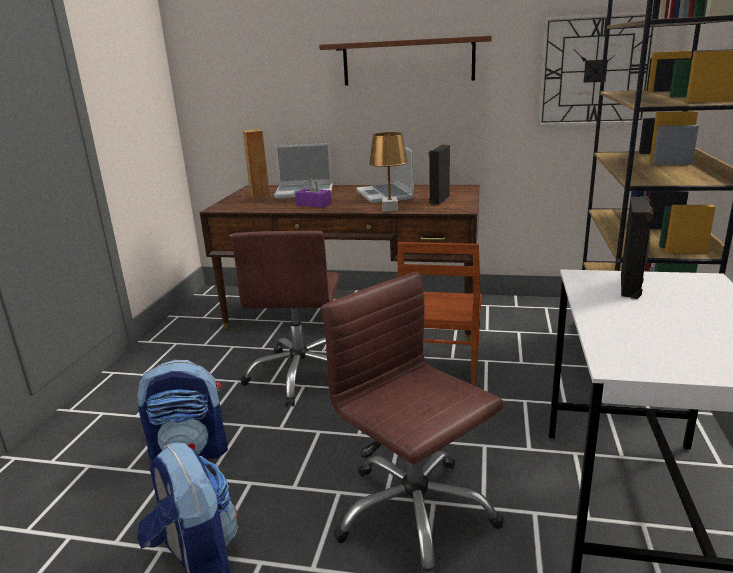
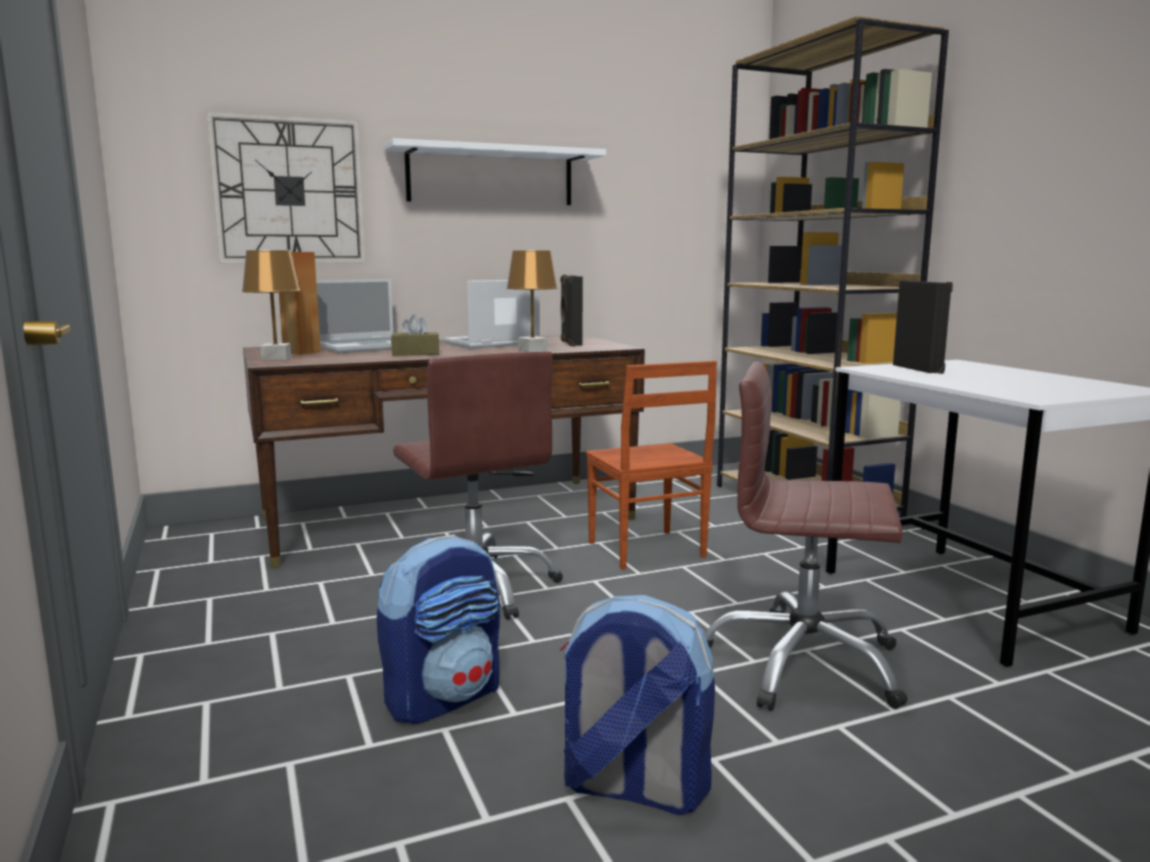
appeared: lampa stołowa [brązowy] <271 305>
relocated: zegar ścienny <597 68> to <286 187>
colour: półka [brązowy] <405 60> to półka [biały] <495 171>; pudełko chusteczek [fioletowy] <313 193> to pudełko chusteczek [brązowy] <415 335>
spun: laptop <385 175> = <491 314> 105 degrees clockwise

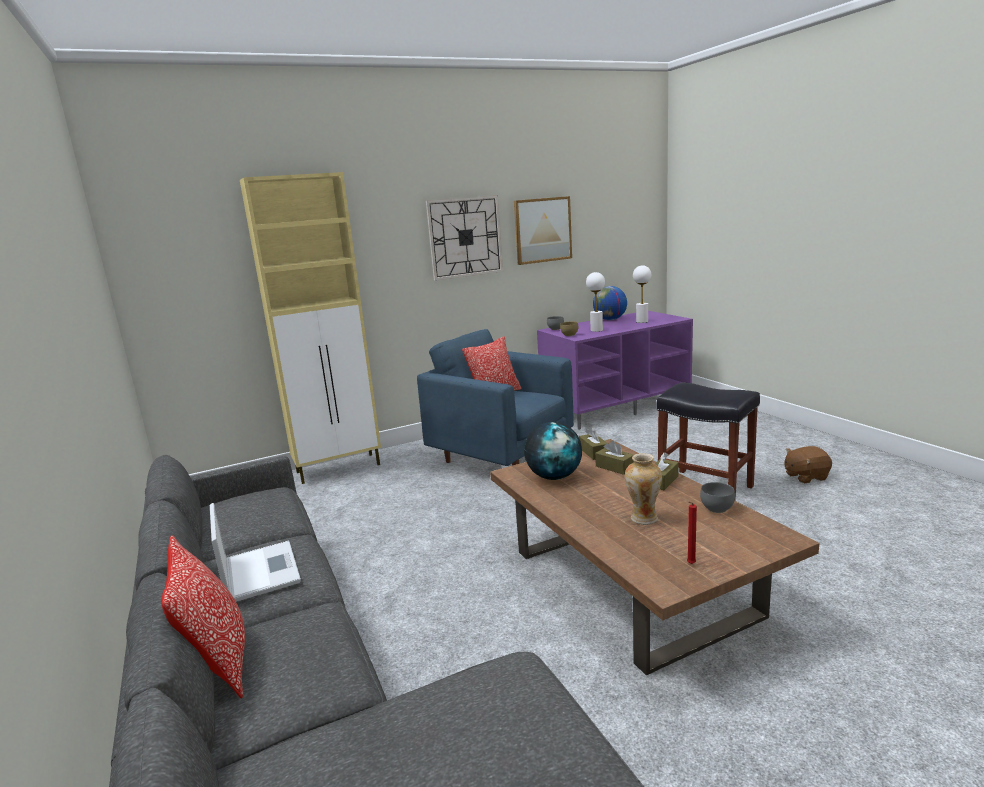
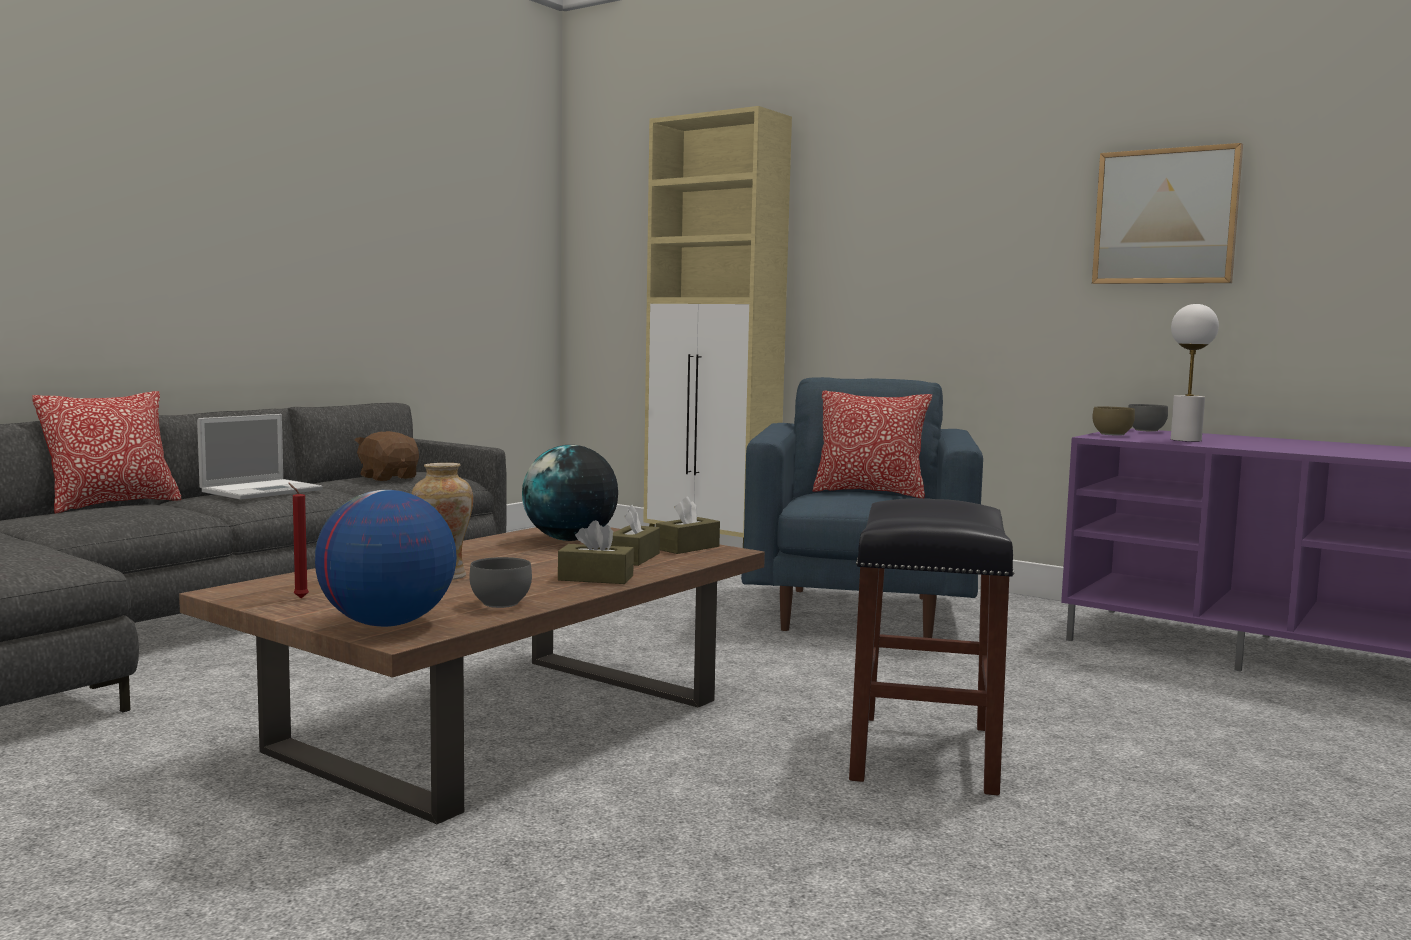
missing: zegar ścienny <464 238>; lampa stołowa [biały] <642 294>
relocated: globus <610 303> to <385 558>; pluszak [brązowy] <808 464> to <387 456>

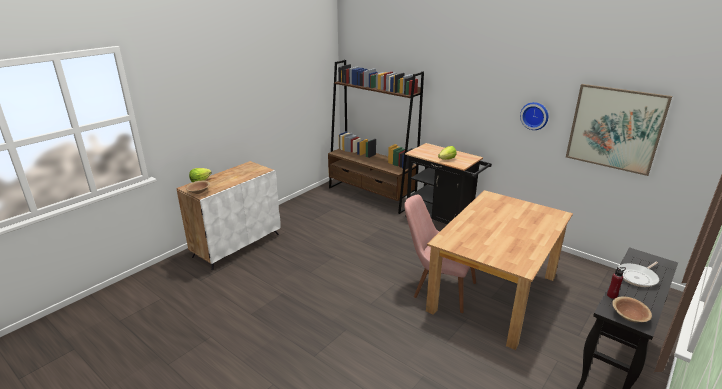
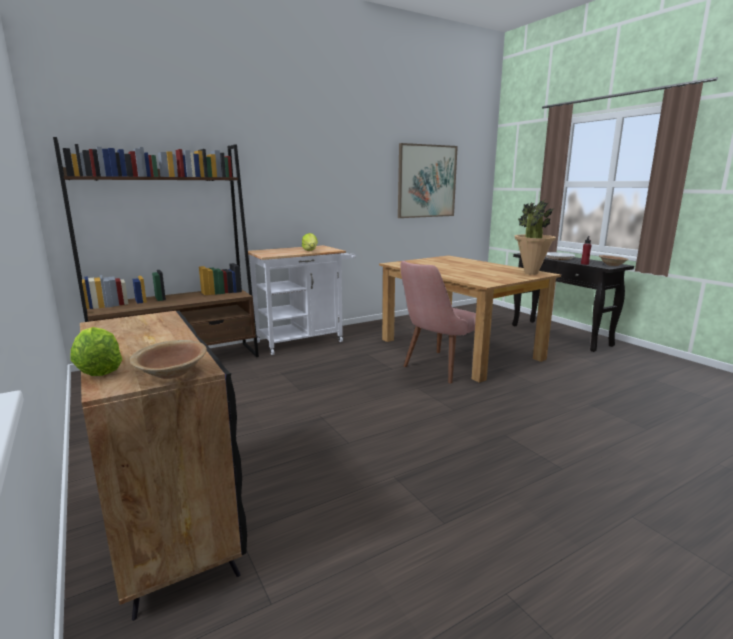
missing: zegar ścienny <534 116>
appeared: roślina doniczkowa <535 237>
colour: szafka [biały] <228 215> to szafka [czarny] <163 466>; wózek [czarny] <448 184> to wózek [biały] <301 300>

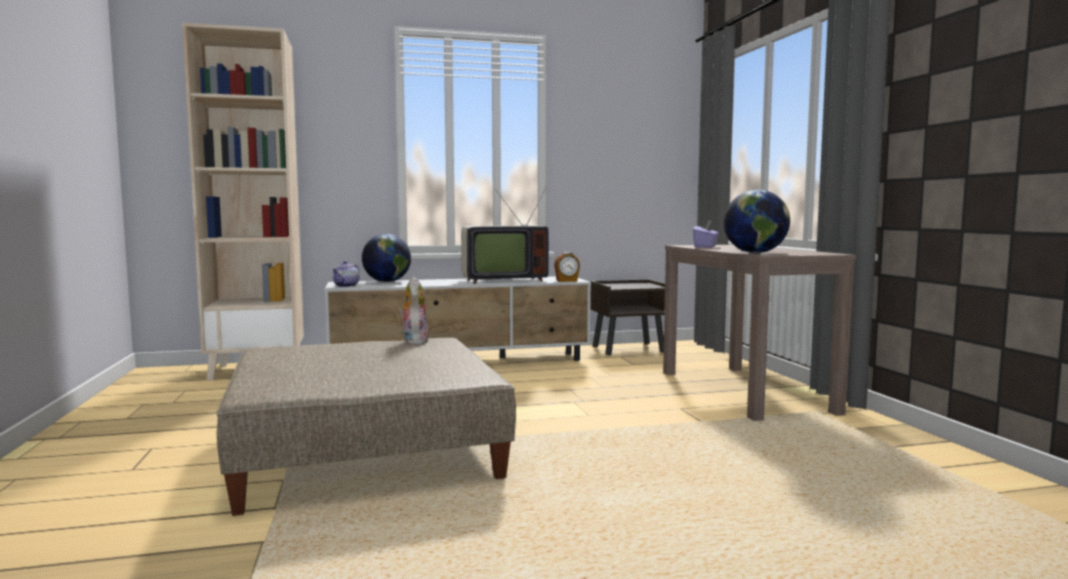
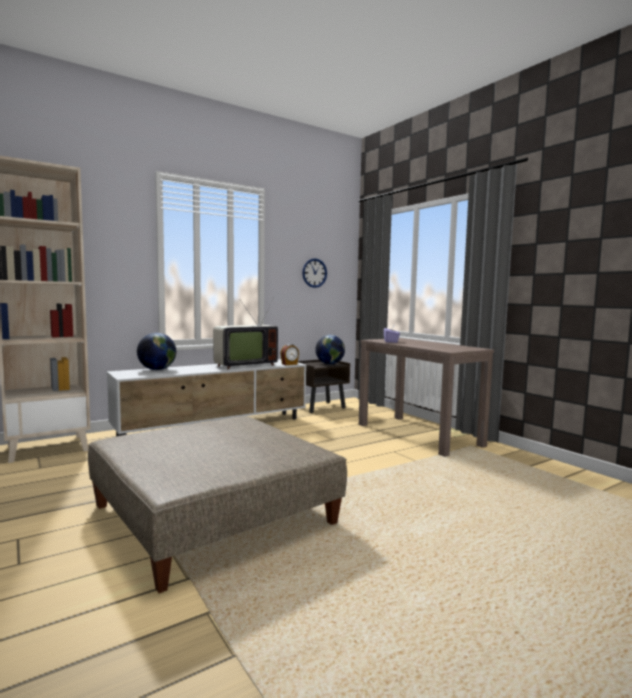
missing: imbryk <346 274>; pluszak <413 311>
appeared: zegar ścienny <314 273>
relocated: globus <757 221> to <330 349>

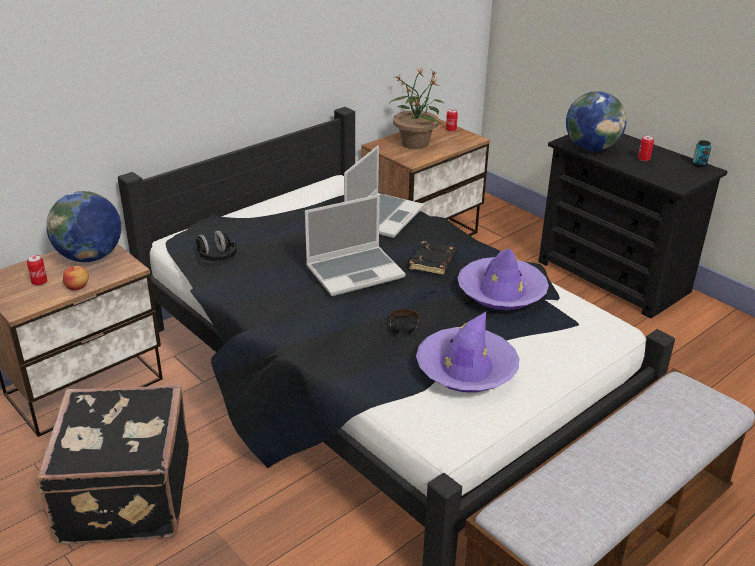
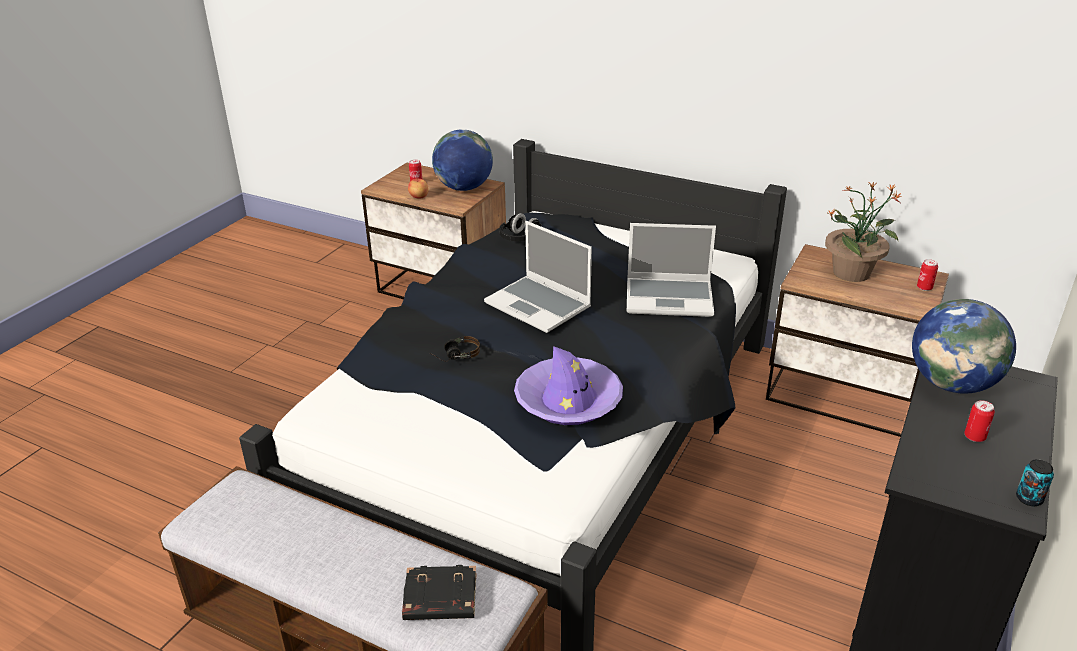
missing: walizka [czarny] <112 465>; kapelusz [fioletowy] <467 352>
relocated: książka [czarny] <433 258> to <439 592>

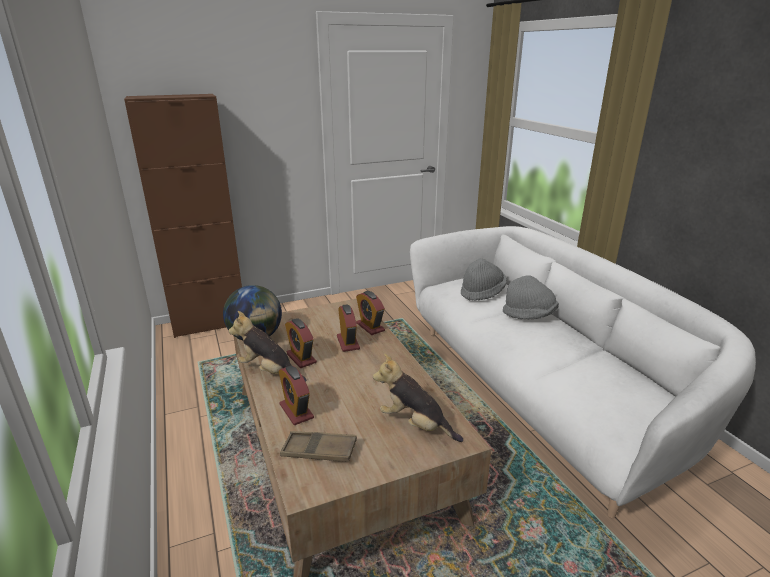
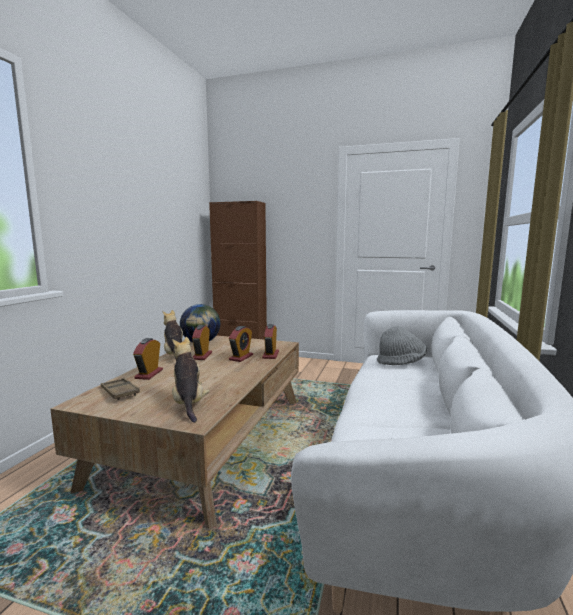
missing: kapelusz [szary] <531 297>

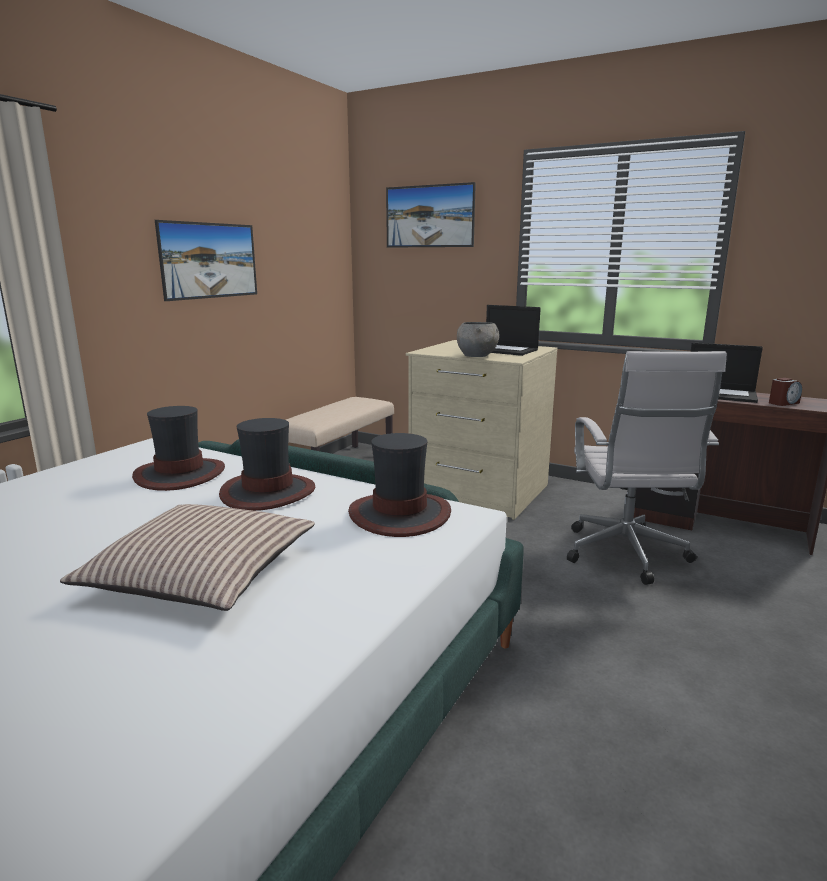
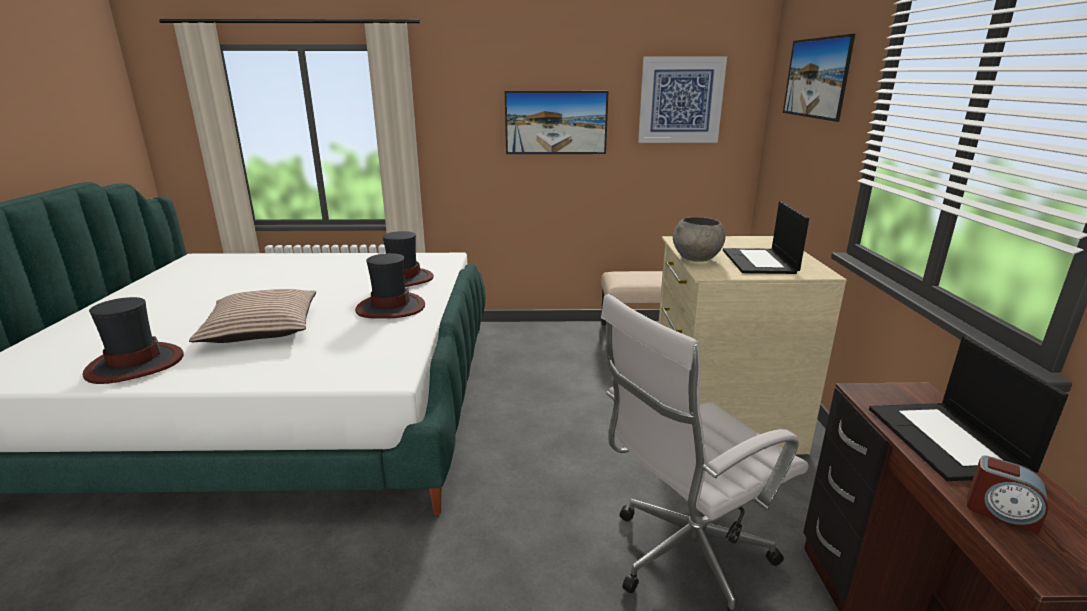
appeared: obraz <682 100>
relocated: kapelusz <399 485> to <133 340>

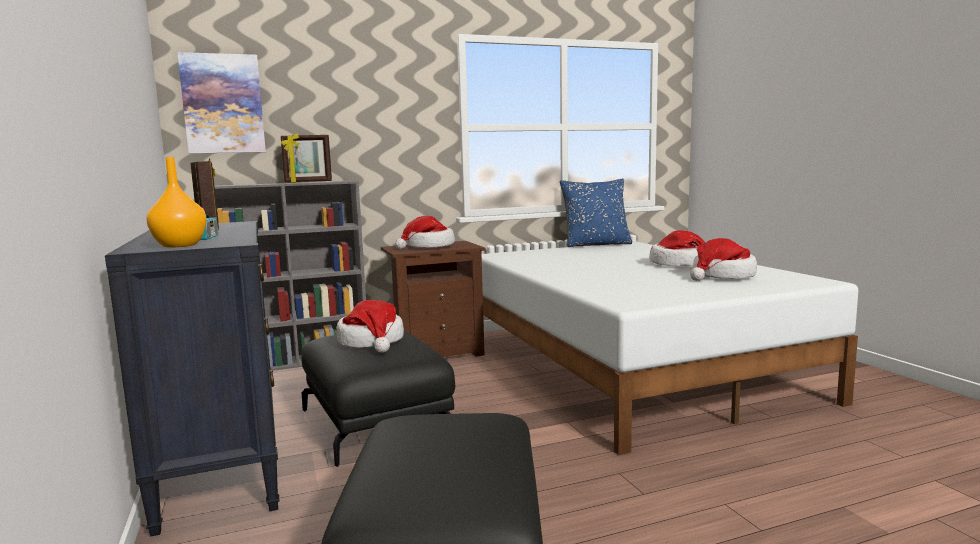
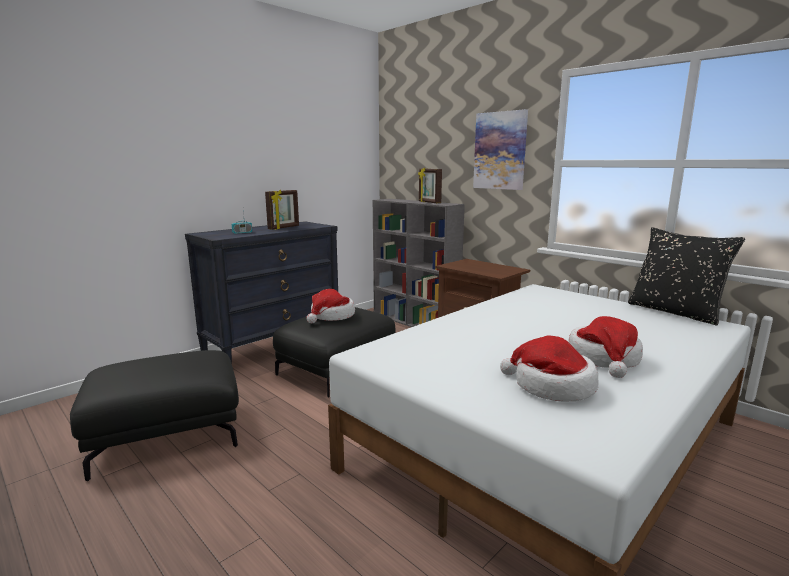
missing: wazon [pomarańczowy] <176 202>; kapelusz <425 232>
relocated: obraz <221 103> to <500 149>
colour: poduszka [niebieski] <596 212> to poduszka [czarny] <686 276>

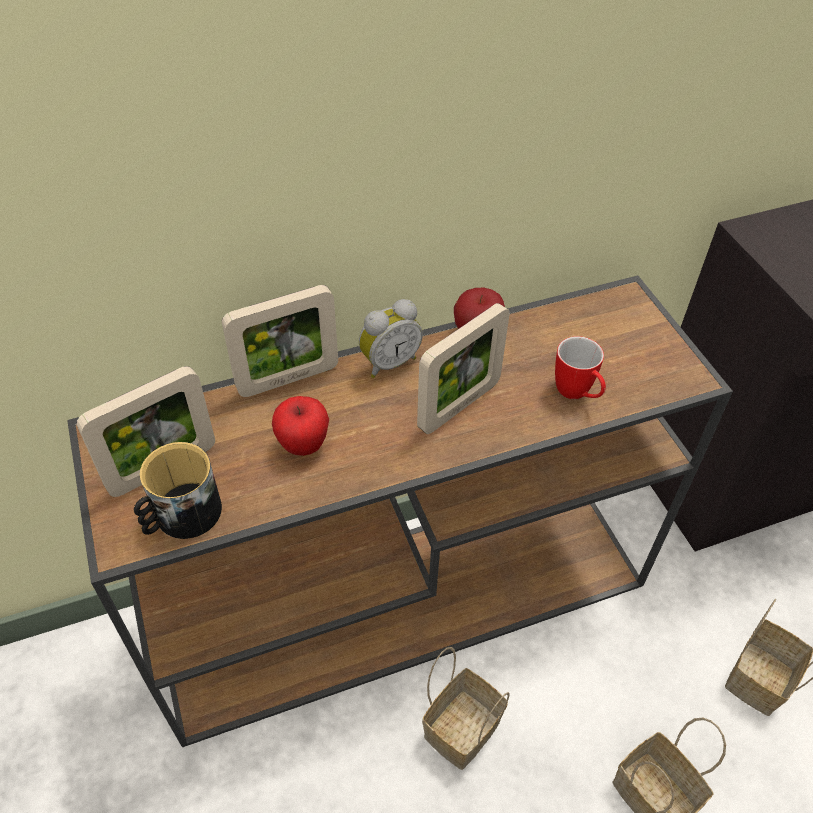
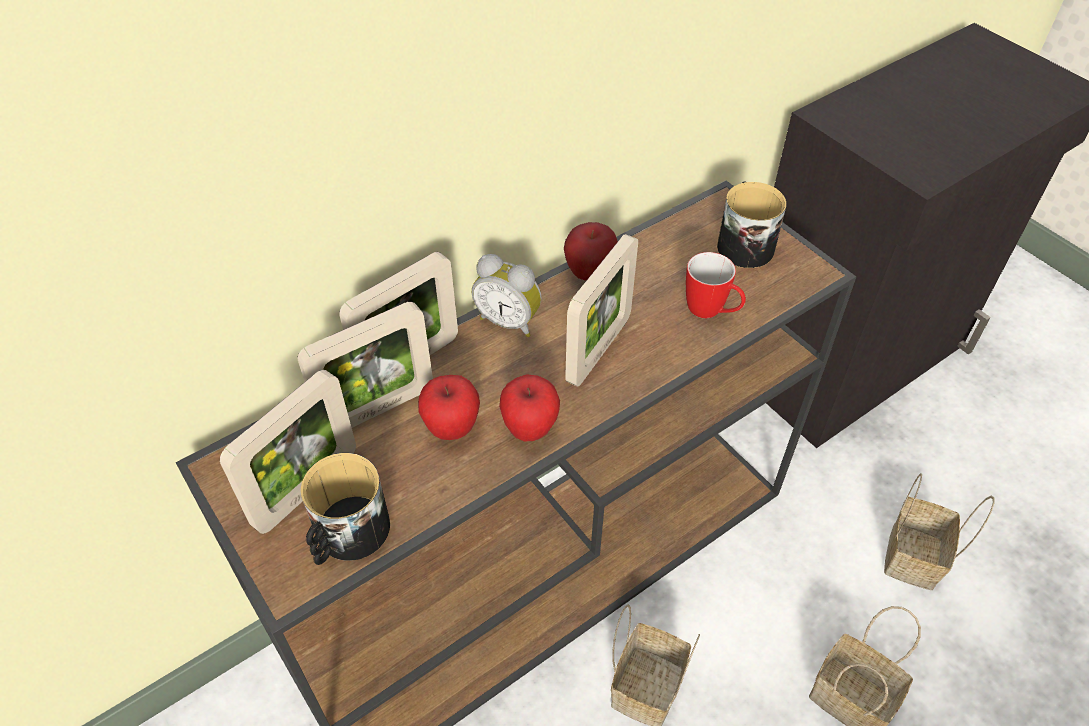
appeared: ramka na zdjęcie <365 365>; jabłko <529 407>; kubek <752 224>
spun: budzik <391 338> = <507 295> 75 degrees clockwise

